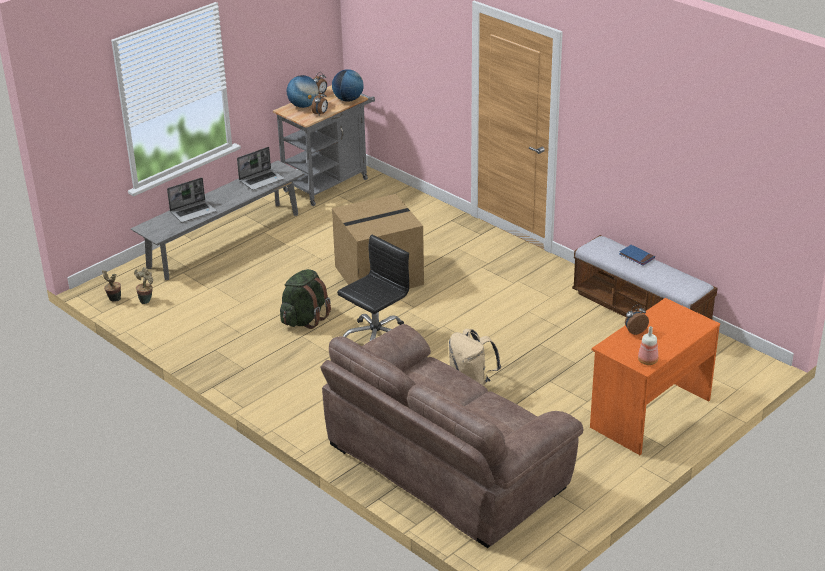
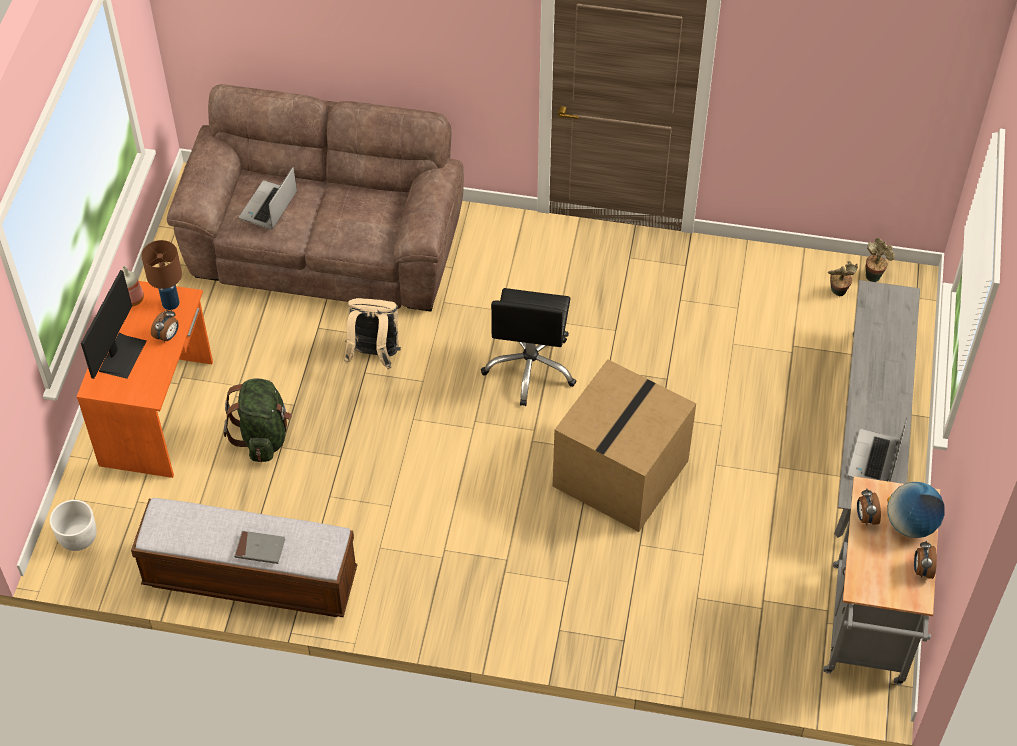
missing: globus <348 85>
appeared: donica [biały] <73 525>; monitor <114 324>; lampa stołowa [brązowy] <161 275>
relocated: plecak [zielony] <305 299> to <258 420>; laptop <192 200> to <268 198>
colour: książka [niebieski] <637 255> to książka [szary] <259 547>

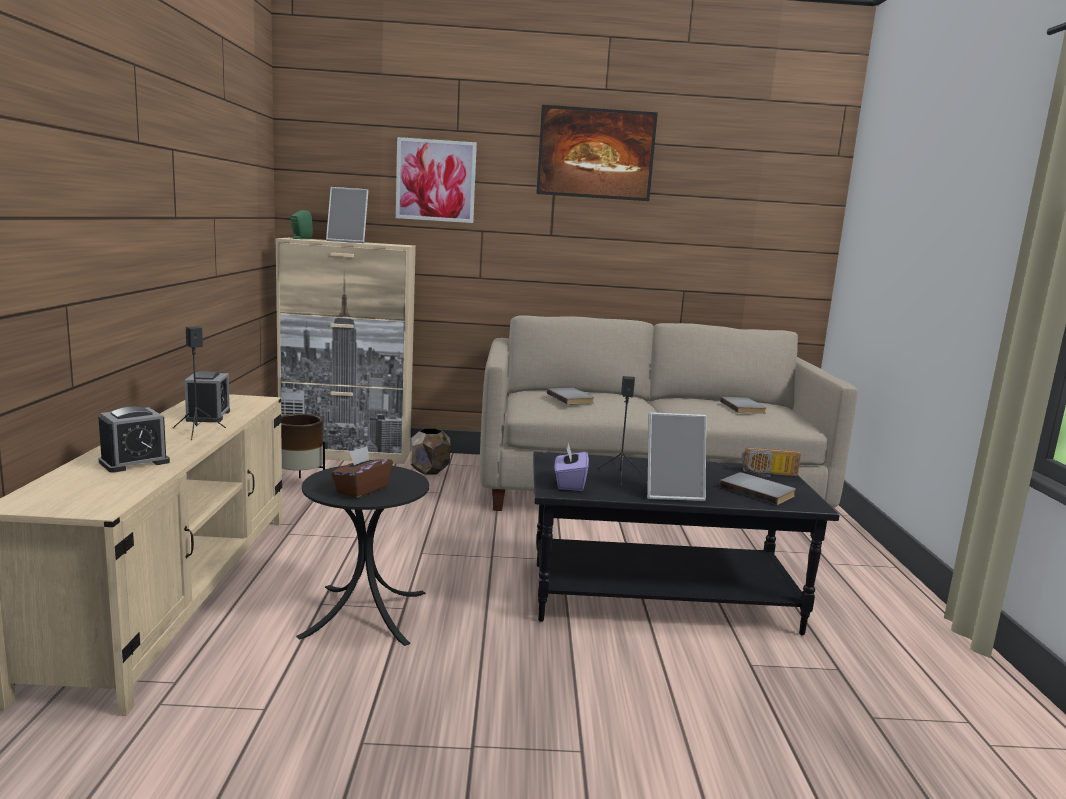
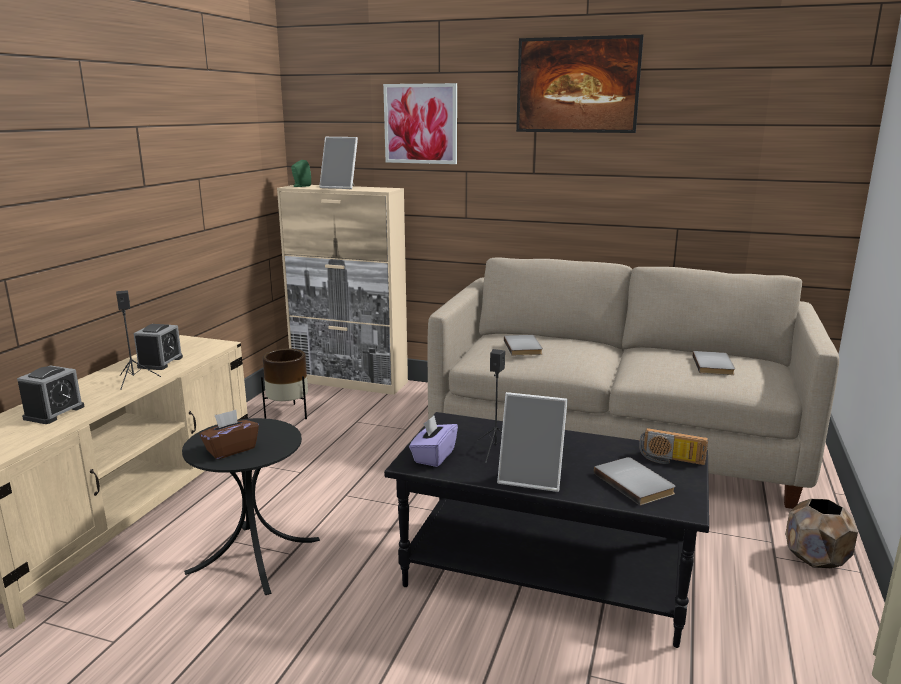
relocated: donica [brązowy] <430 451> to <821 533>
spun: budzik <134 440> = <51 394> 45 degrees counterclockwise

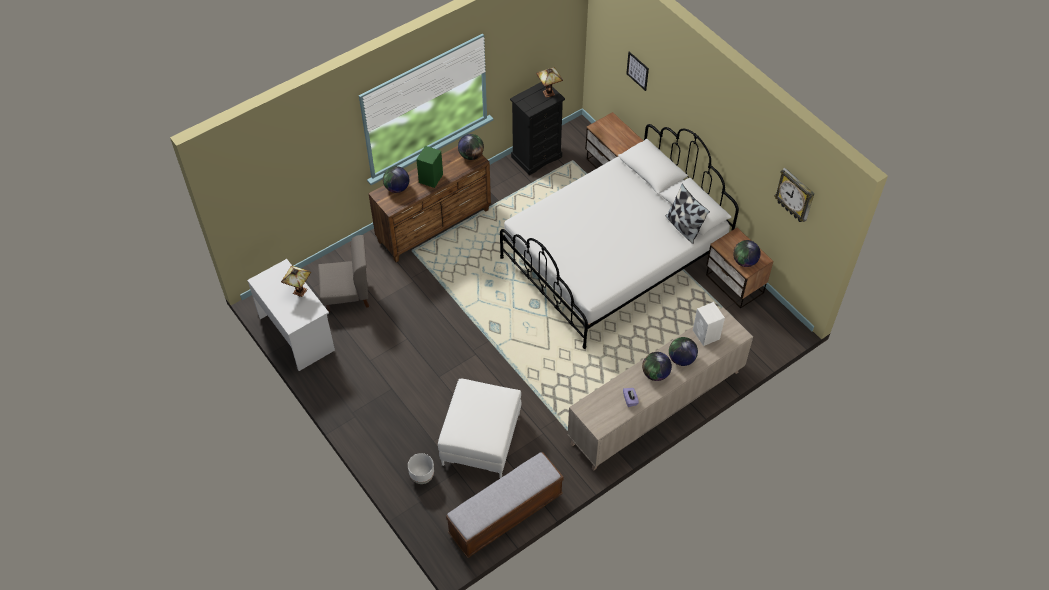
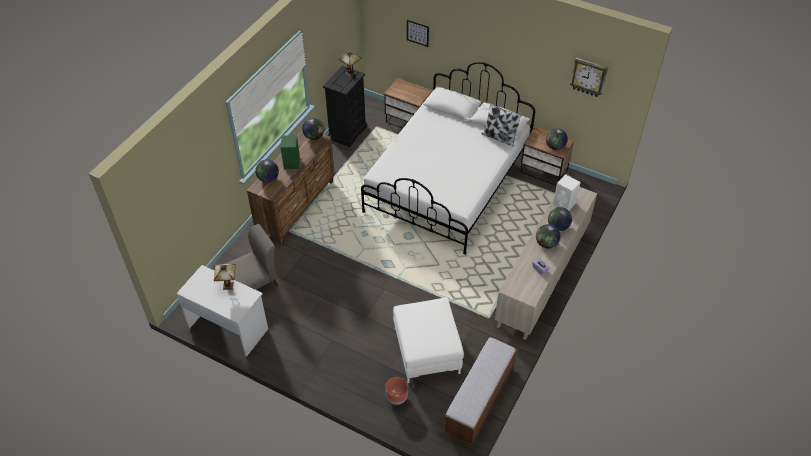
colour: donica [biały] <421 468> to donica [brązowy] <396 391>

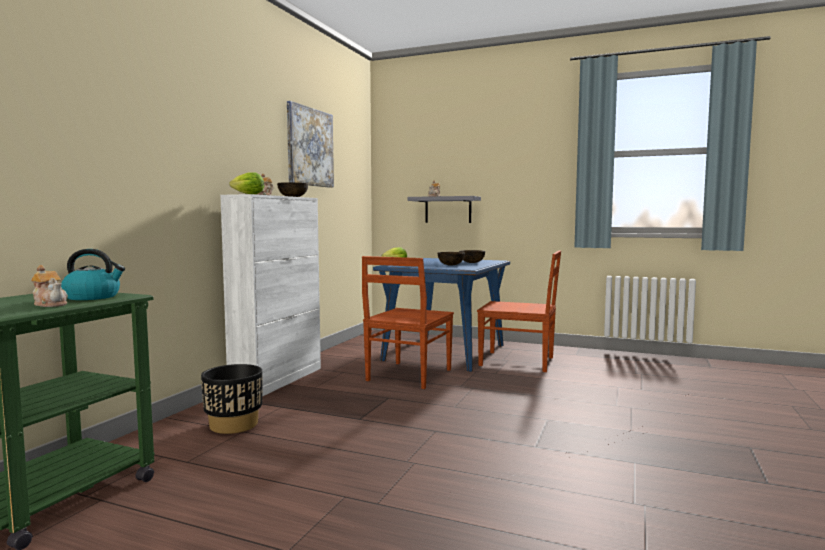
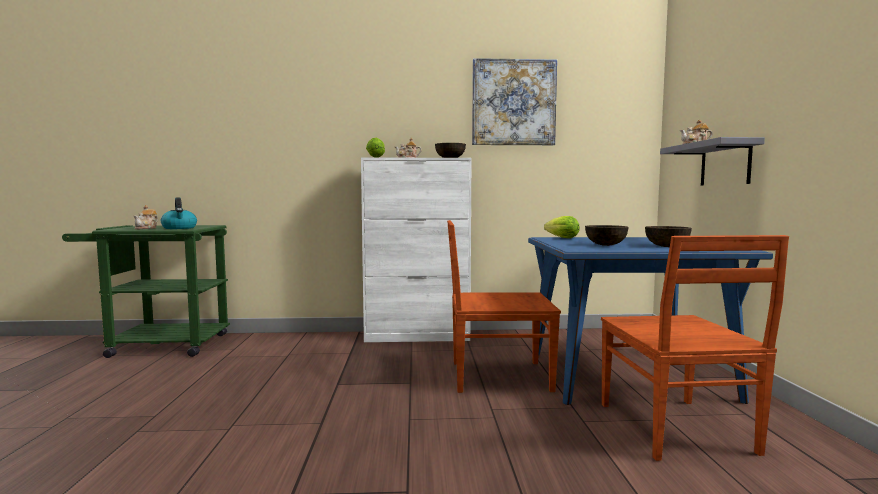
missing: donica [czarny] <231 399>

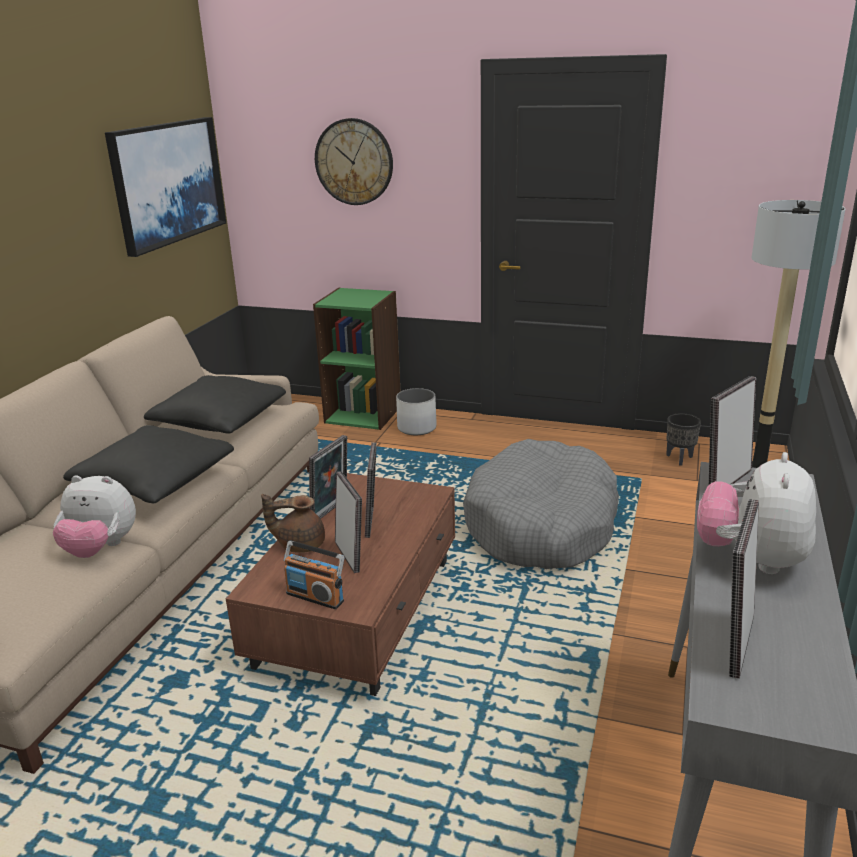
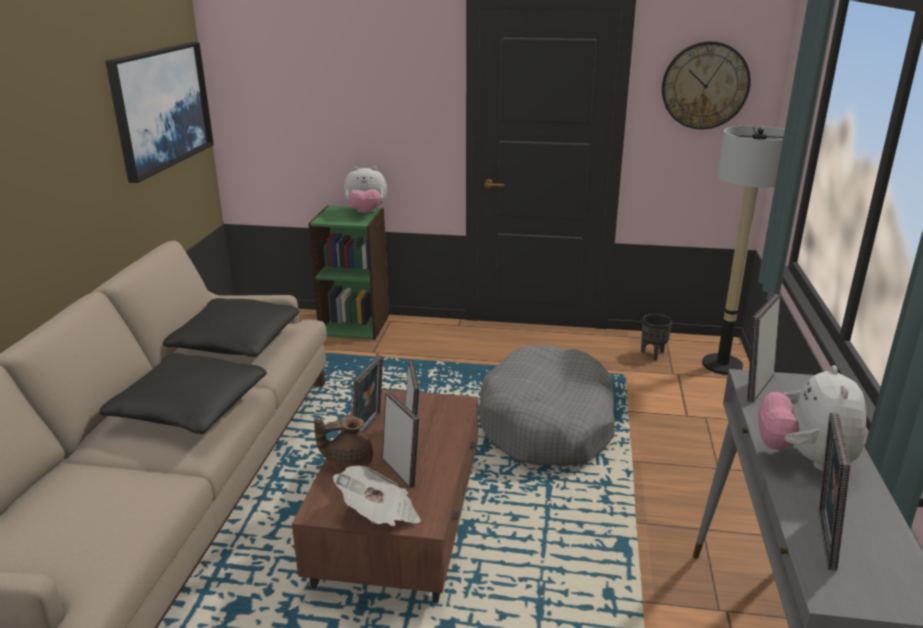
missing: donica [biały] <416 412>
relocated: pluszak <94 516> to <365 189>; zegar ścienny <354 161> to <706 85>
exchanged: radio <314 575> to gazeta <377 495>

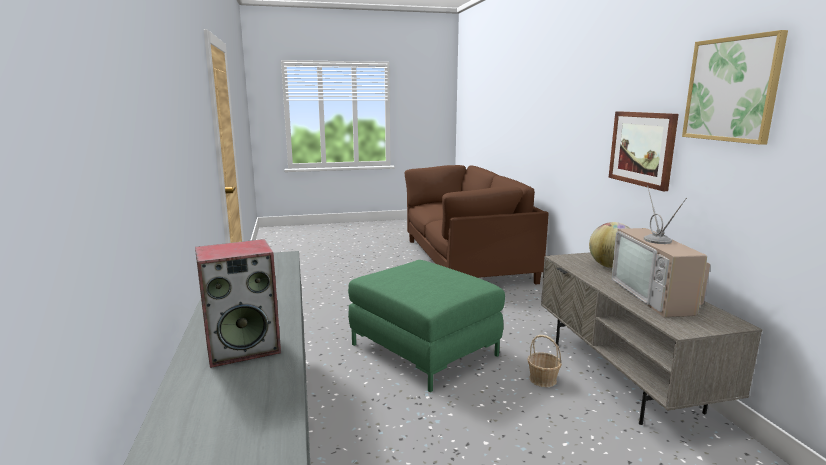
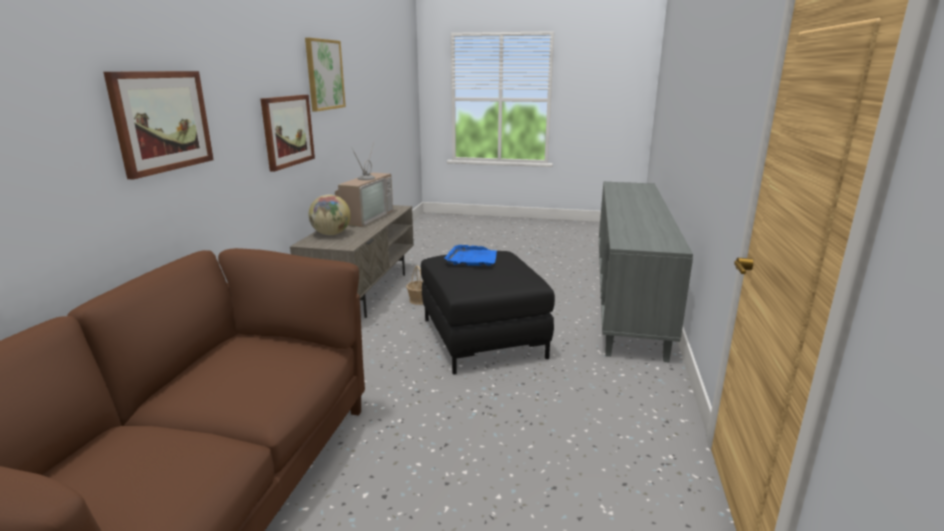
missing: głośnik <238 303>
appeared: obraz <159 125>; taca [niebieski] <470 255>
colour: pufa [zielony] <426 326> to pufa [czarny] <488 313>

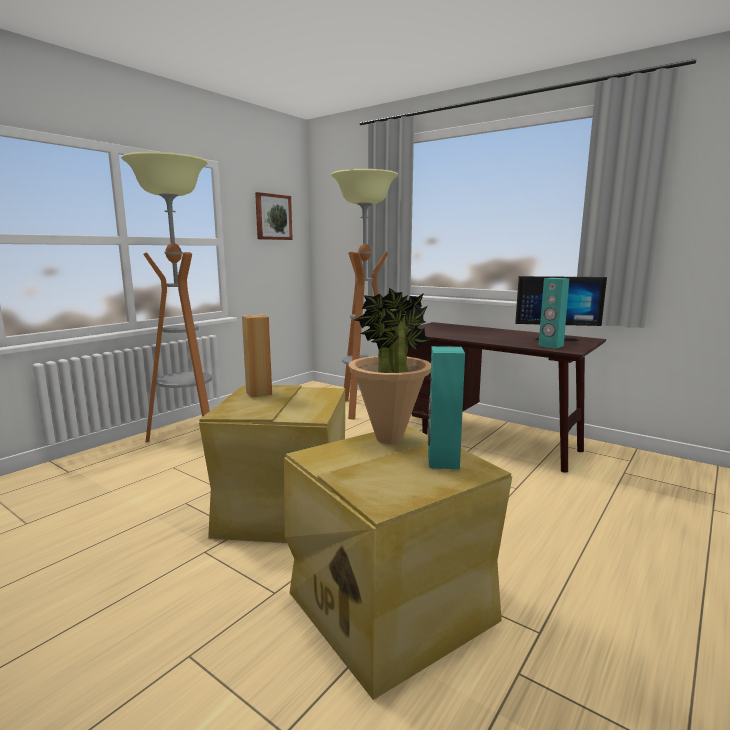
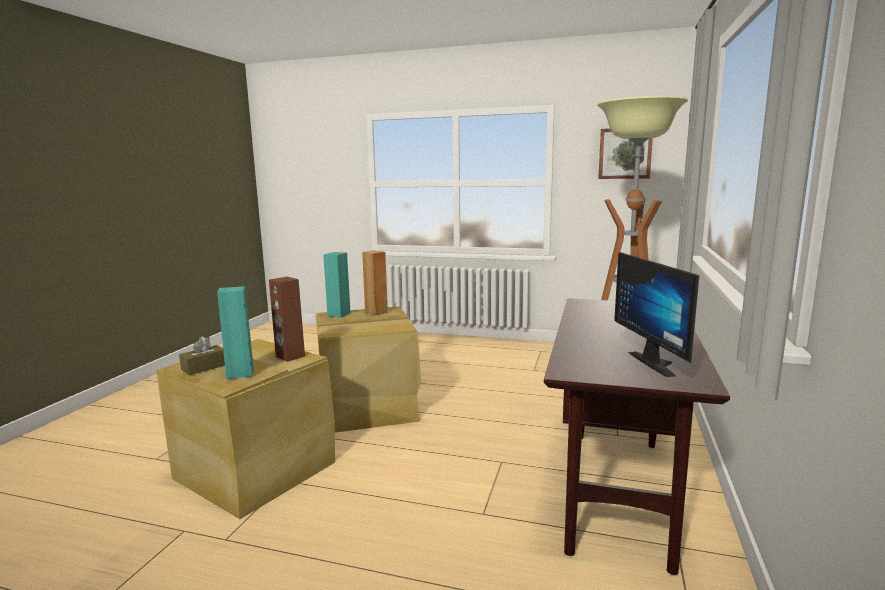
missing: lampa stojąca <166 297>
appeared: pudełko chusteczek [brązowy] <202 355>
relocated: głośnik [turkusowy] <553 313> to <336 285>
exchanged: roślina doniczkowa <389 365> to głośnik [brązowy] <287 319>

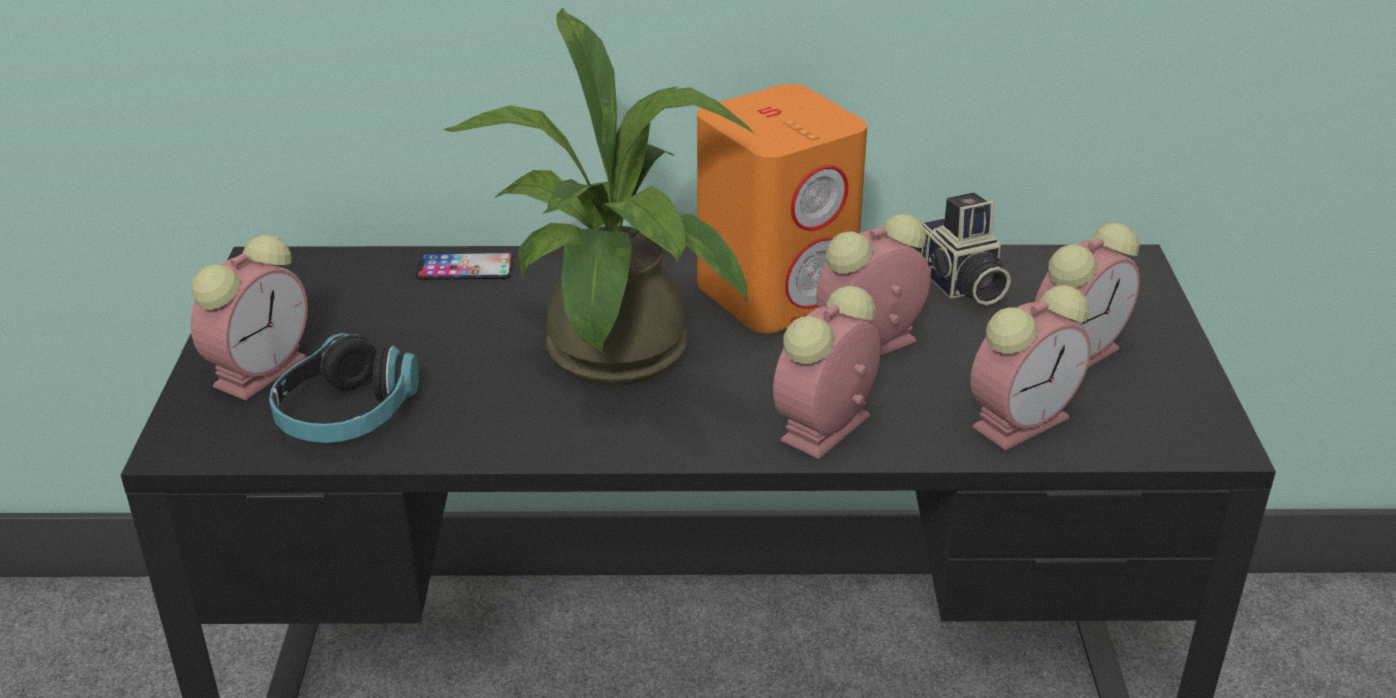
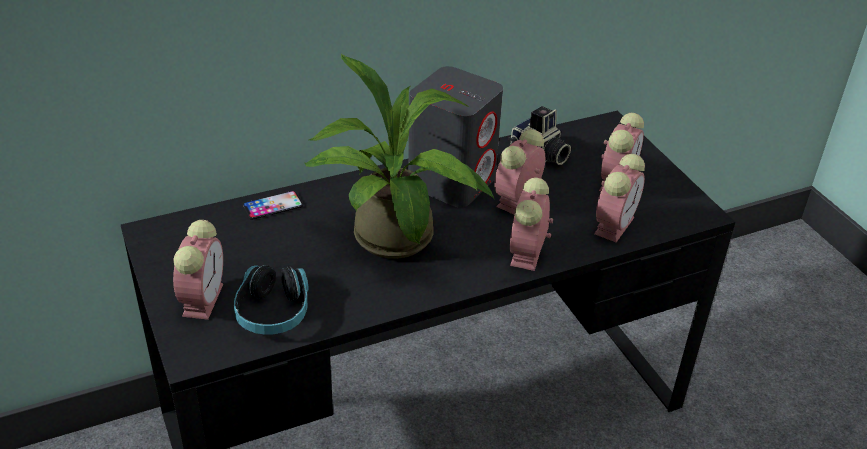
colour: głośnik [pomarańczowy] <782 208> to głośnik [szary] <455 136>

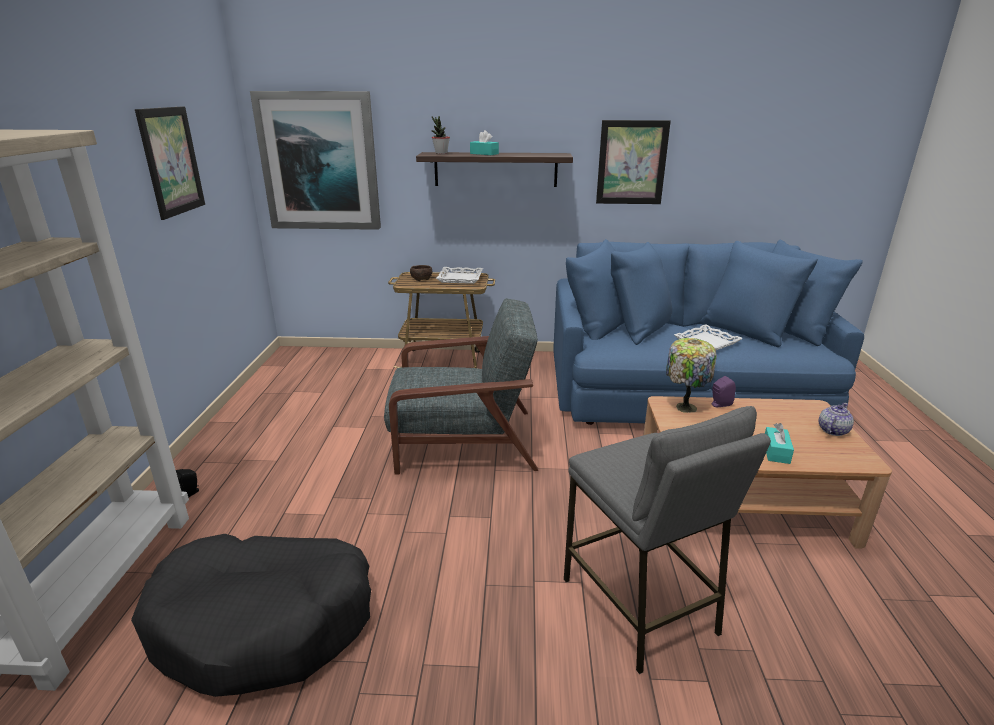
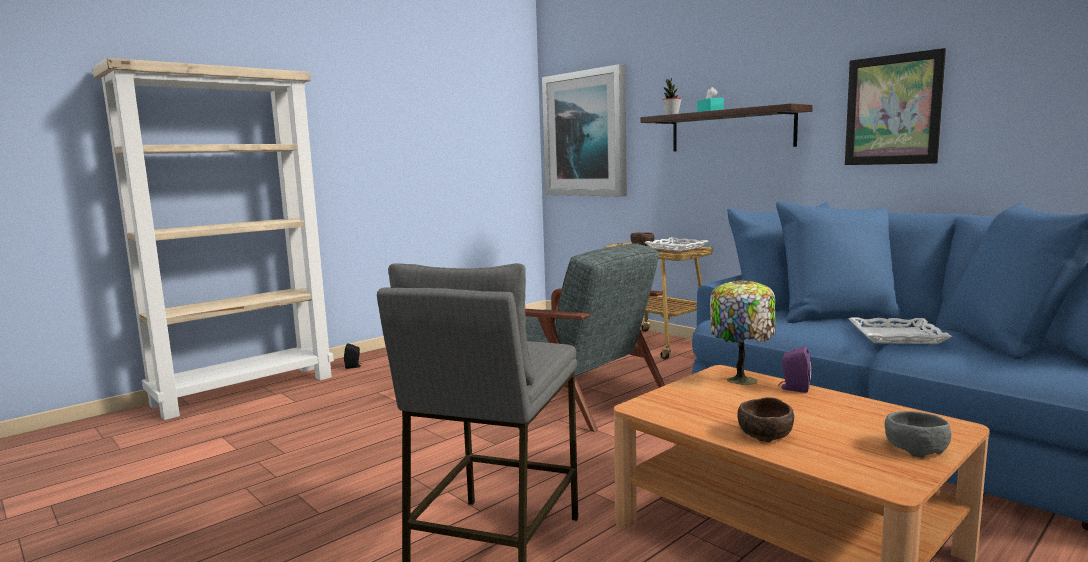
missing: legowisko [czarny] <251 615>; obraz <170 163>
exchanged: pudełko chusteczek [turkusowy] <779 443> to miska [brązowy] <765 419>; imbryk <836 419> to miska [szary] <918 434>

